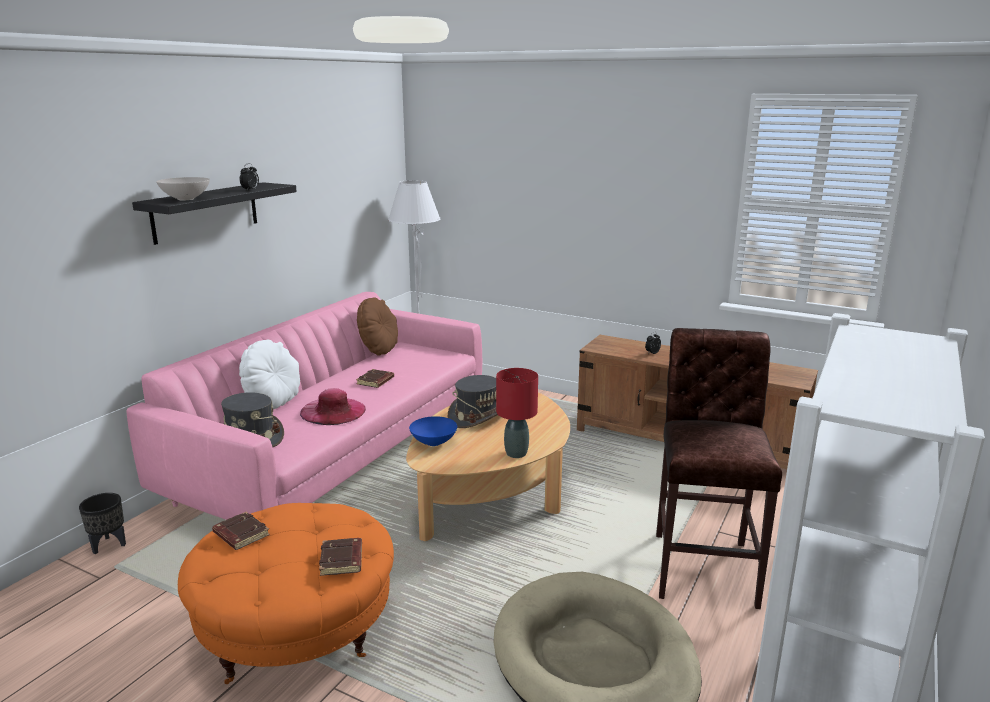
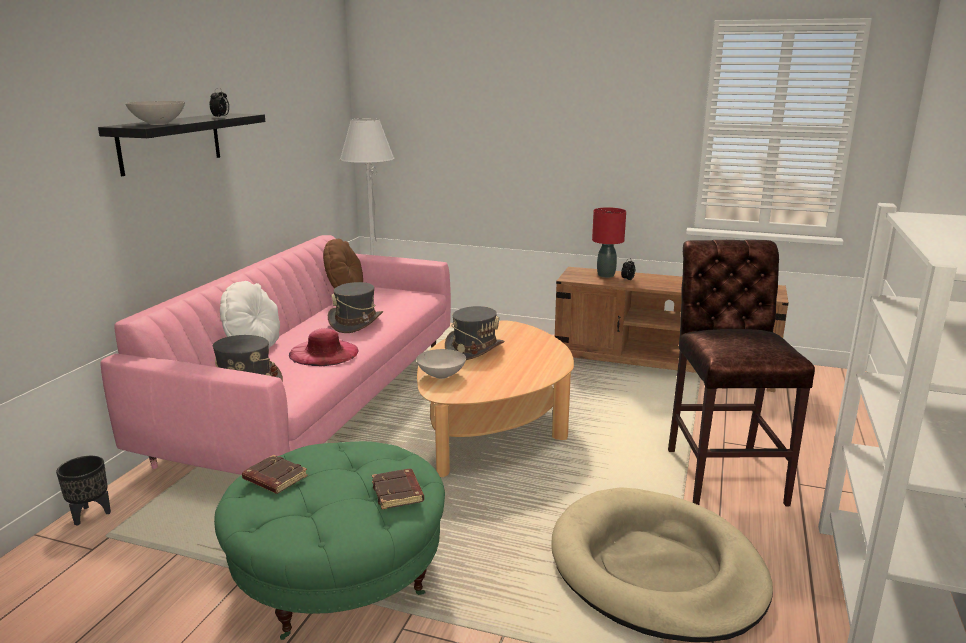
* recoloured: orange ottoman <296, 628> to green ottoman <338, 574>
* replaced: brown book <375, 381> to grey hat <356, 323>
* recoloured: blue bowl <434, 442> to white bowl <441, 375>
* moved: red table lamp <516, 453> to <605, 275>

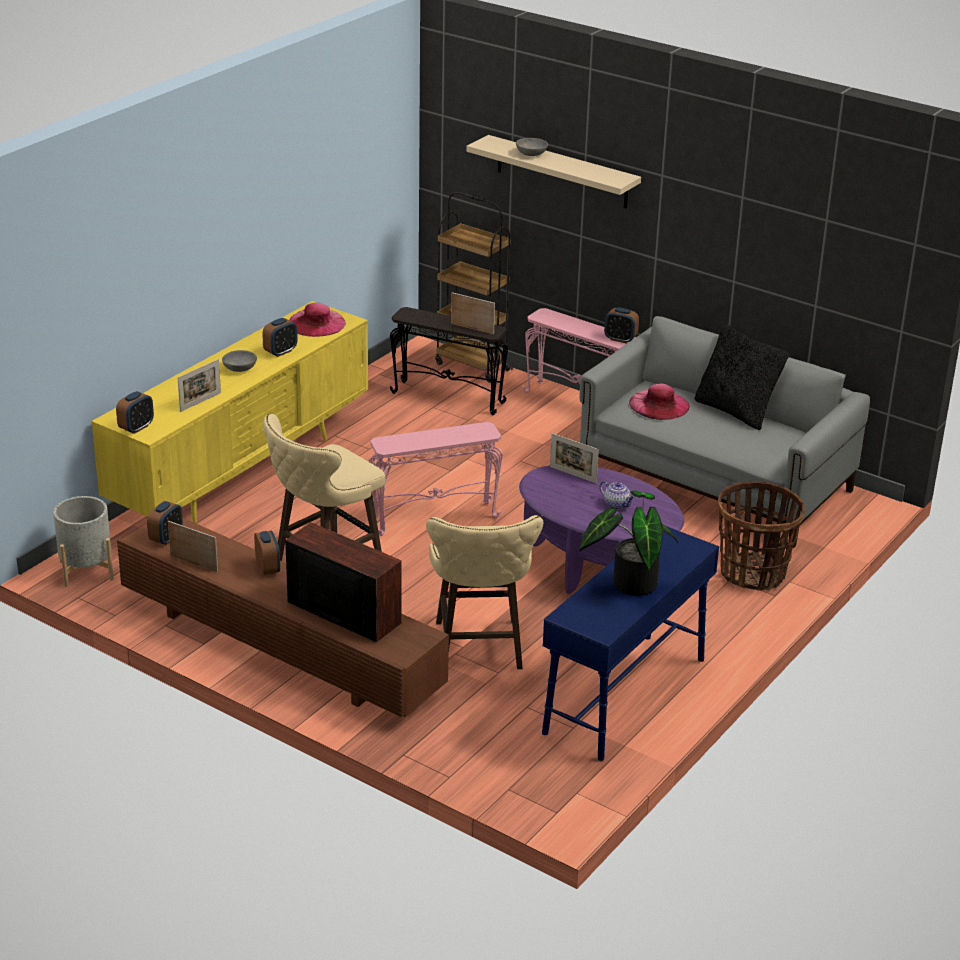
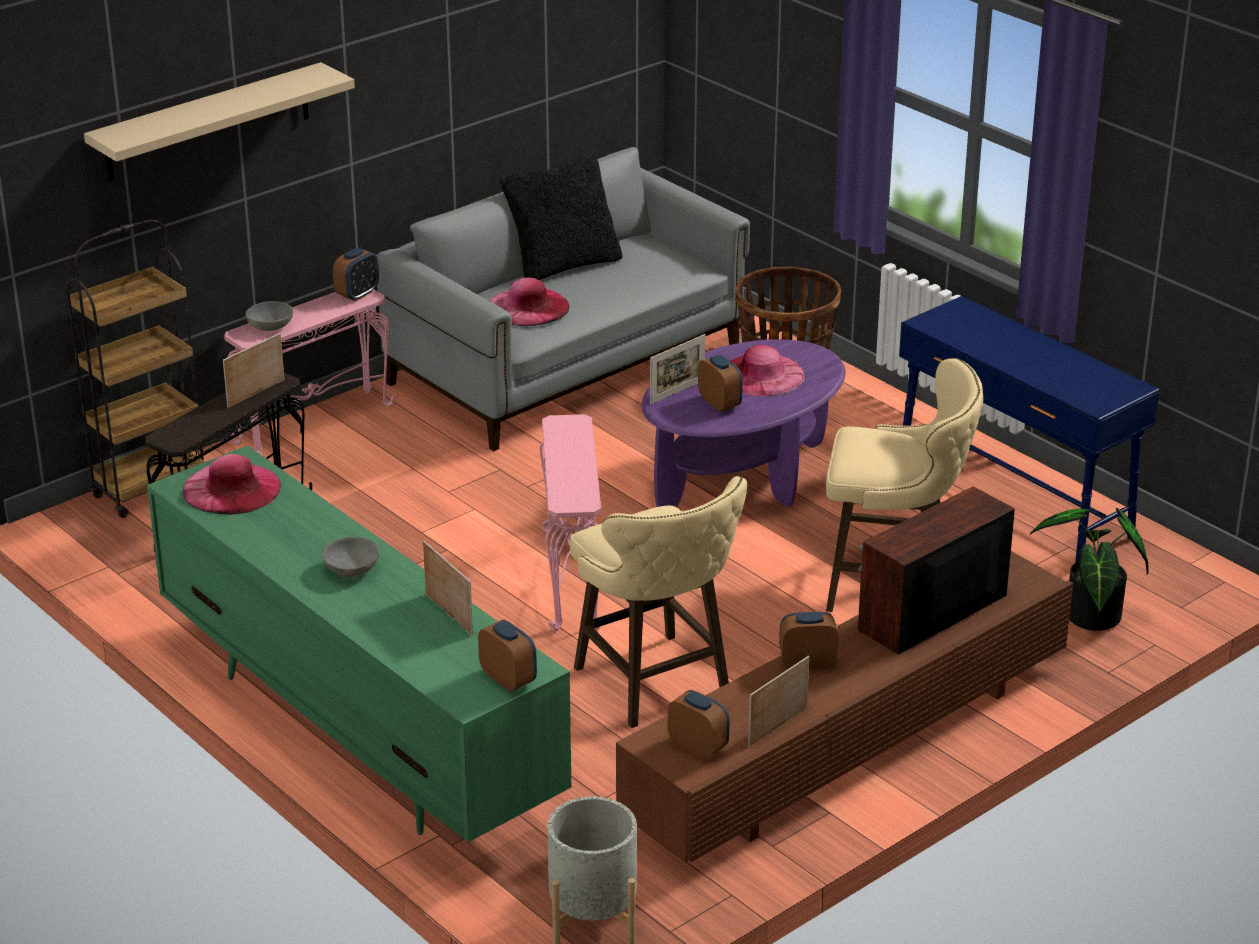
* recoloured: yellow cabinet <242, 471> to green cabinet <354, 735>
* moved: grey bowl <531, 154> to <270, 326>
* moved: alarm clock <280, 352> to <720, 404>
* replaced: teapot <617, 505> to pink hat <761, 375>
* moved: potted plant <629, 582> to <1089, 619>

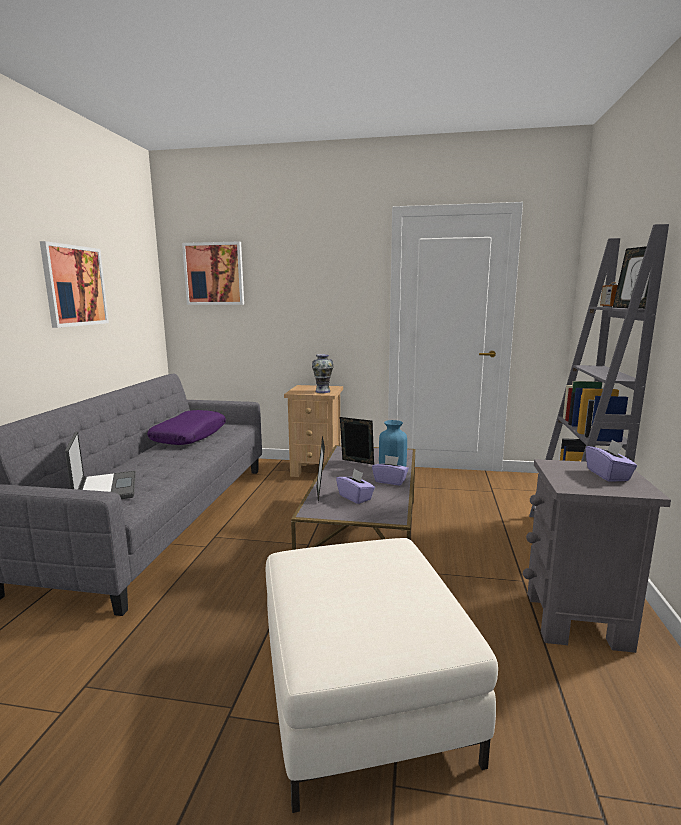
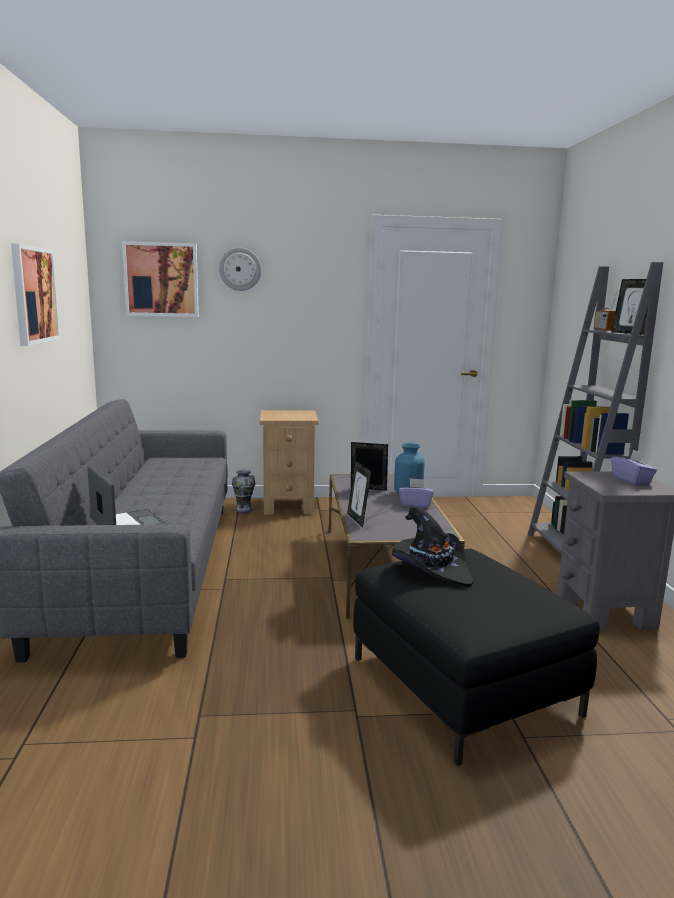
* added: wall clock <240, 269>
* moved: vase <322, 391> to <243, 510>
* recoloured: white ottoman <363, 695> to black ottoman <463, 686>
* added: black hat <431, 569>
* removed: purple pillow <189, 436>
* removed: purple tissue box <355, 497>

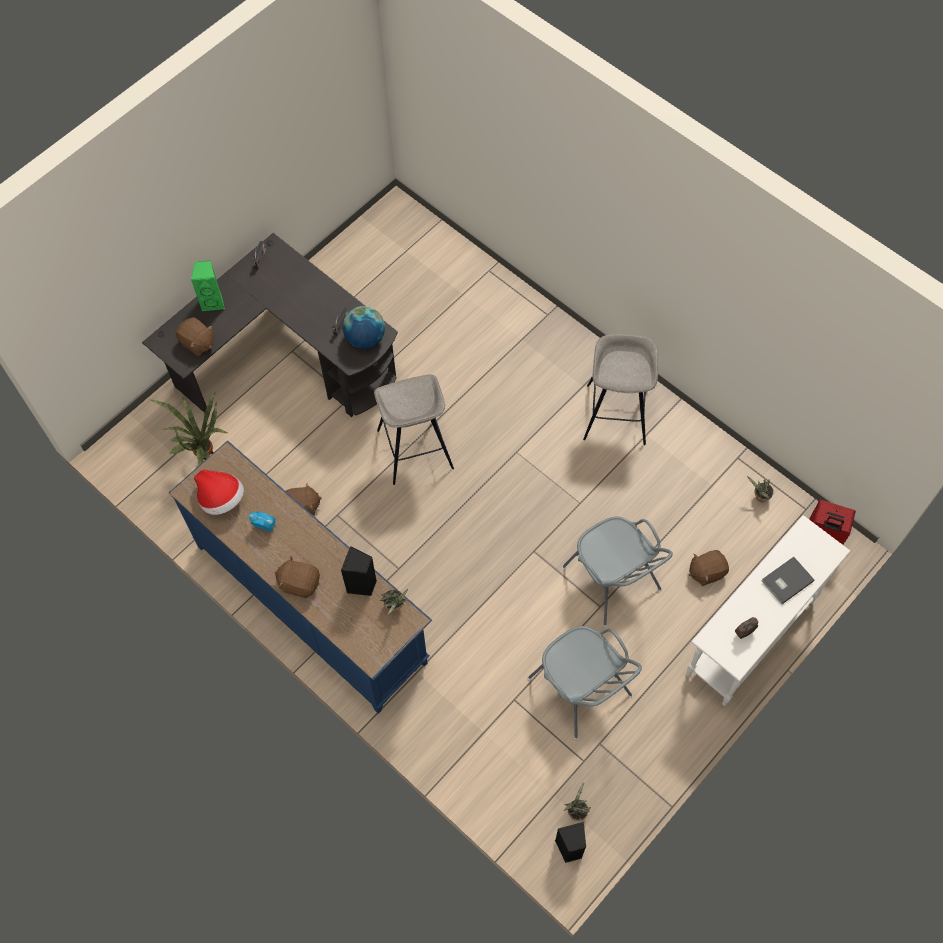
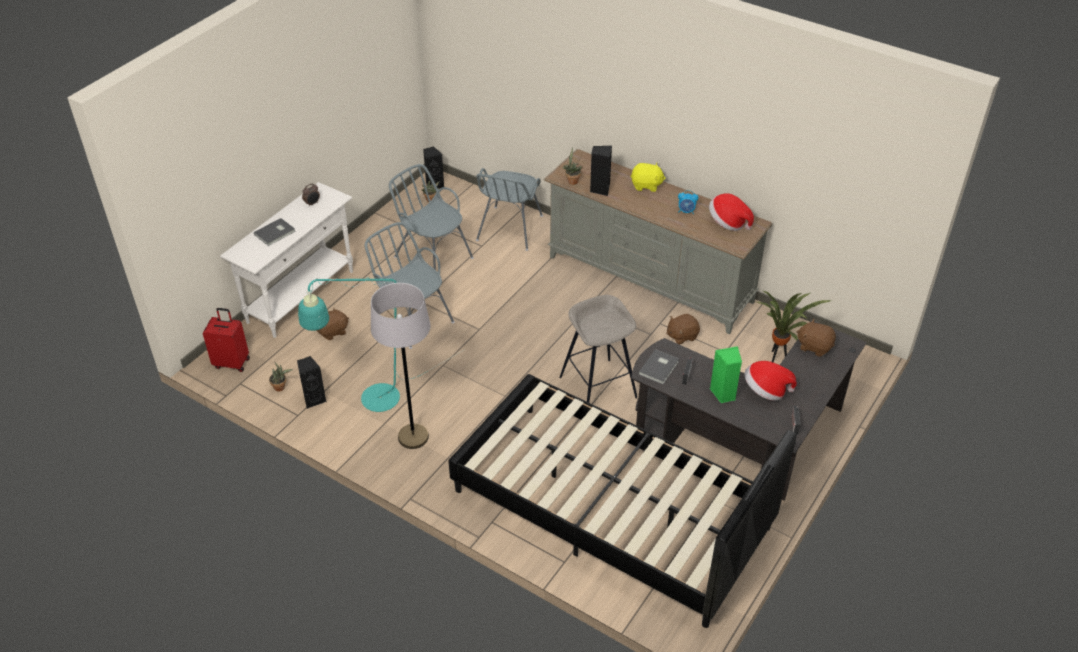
* added: black speaker <314, 399>
* added: turquoise floor lamp <371, 402>
* replaced: grey stool <616, 414> to grey floor lamp <413, 437>
* added: black bed <611, 510>
* added: grey chair <509, 230>
* recoloured: blue cabinet <312, 602> to grey cabinet <649, 280>
* recoloured: brown plush toy <299, 583> to yellow plush toy <646, 185>
* replaced: globe <365, 338> to grey book <660, 368>
* moved: green speaker <213, 301> to <723, 394>
* added: hat <766, 390>

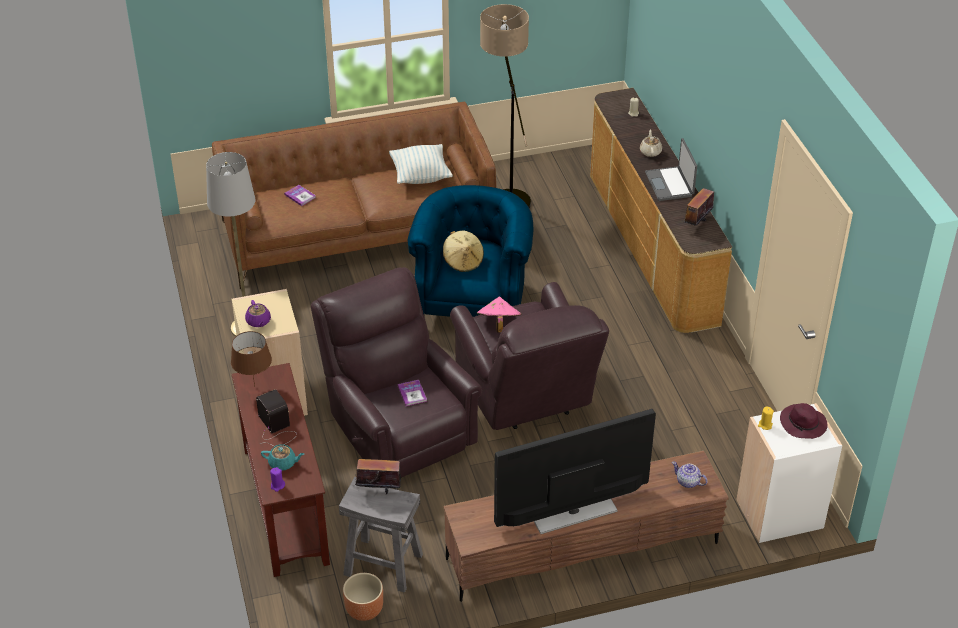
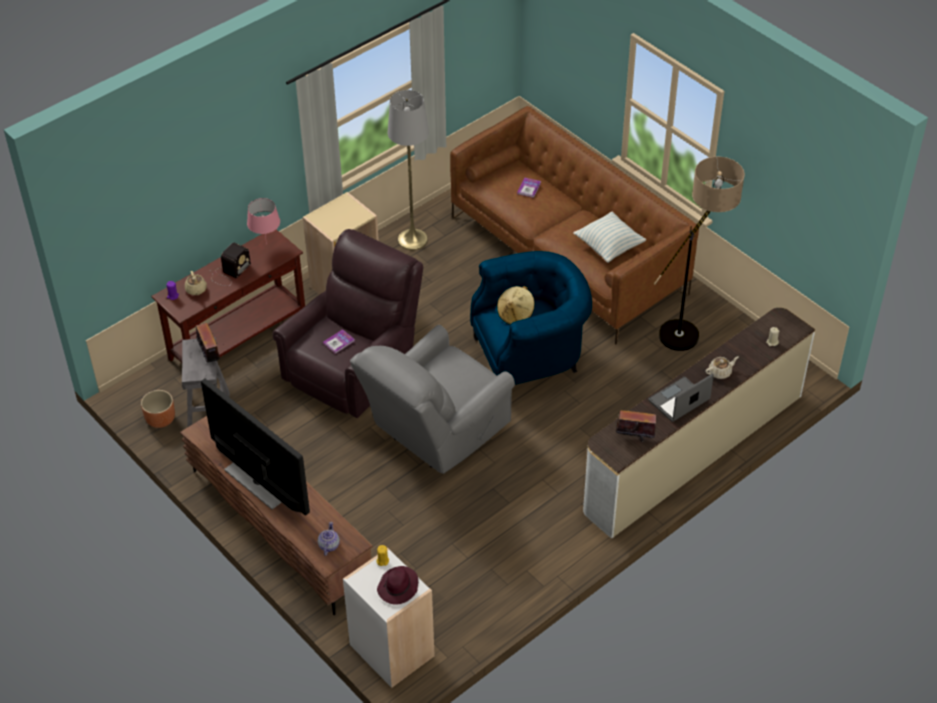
* recoloured: turquoise teapot <283, 463> to beige teapot <196, 290>
* recoloured: brown table lamp <254, 386> to pink table lamp <266, 244>
* recoloured: brown armchair <526, 397> to grey armchair <435, 433>
* recoloured: brown cabinet <650, 244> to white cabinet <692, 451>
* removed: purple teapot <258, 321>
* removed: pink hat <498, 324>

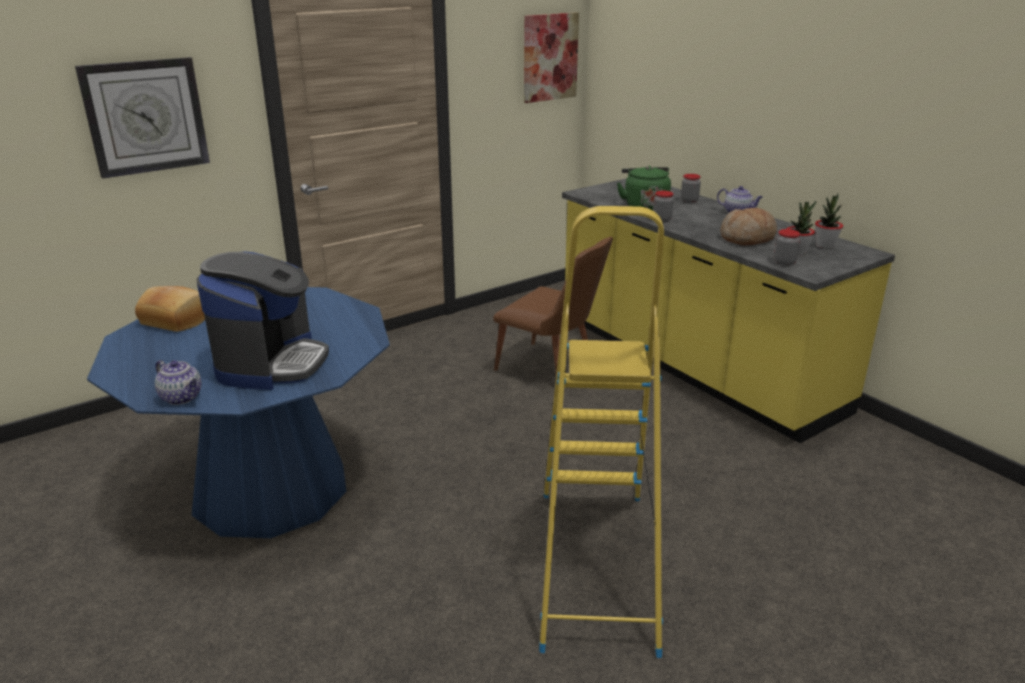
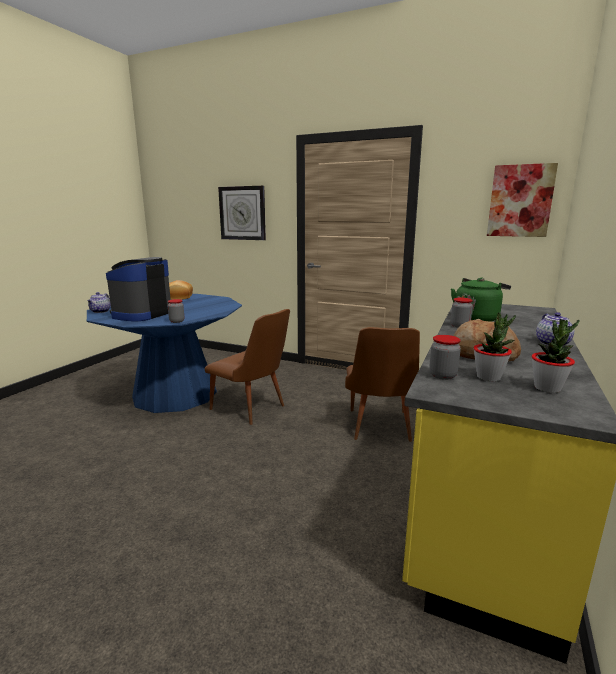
* turned: coffee machine <271, 363> = <141, 314> 135 degrees clockwise
* moved: jar <689, 201> to <177, 321>
* added: brown chair <252, 409>
* removed: yellow step ladder <594, 563>

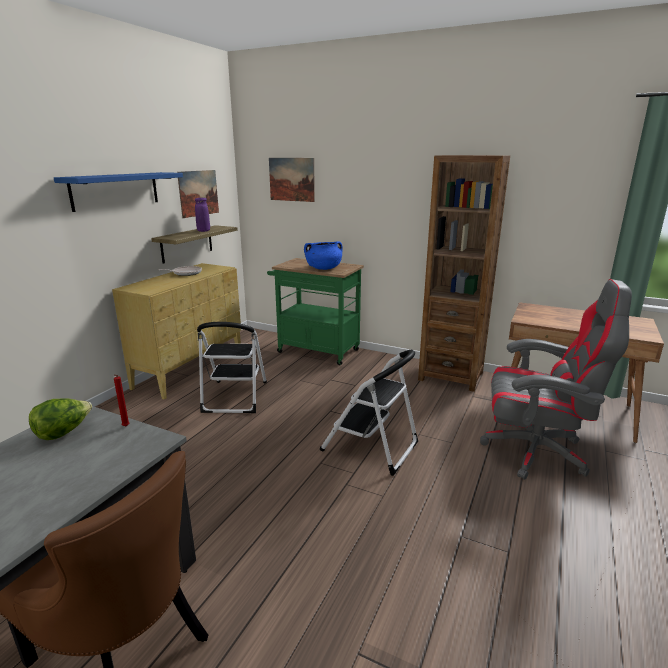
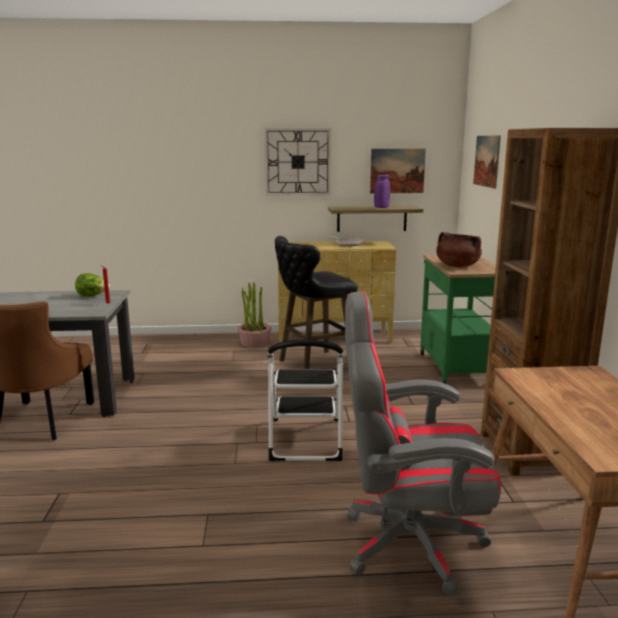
* added: potted plant <254, 343>
* replaced: blue shelf <116, 190> to wall clock <298, 162>
* replaced: step ladder <234, 398> to black stool <313, 365>
* turned: grey office chair <534, 451> = <412, 543> 105 degrees clockwise
* recoloured: blue cooking pot <323, 268> to brown cooking pot <457, 266>

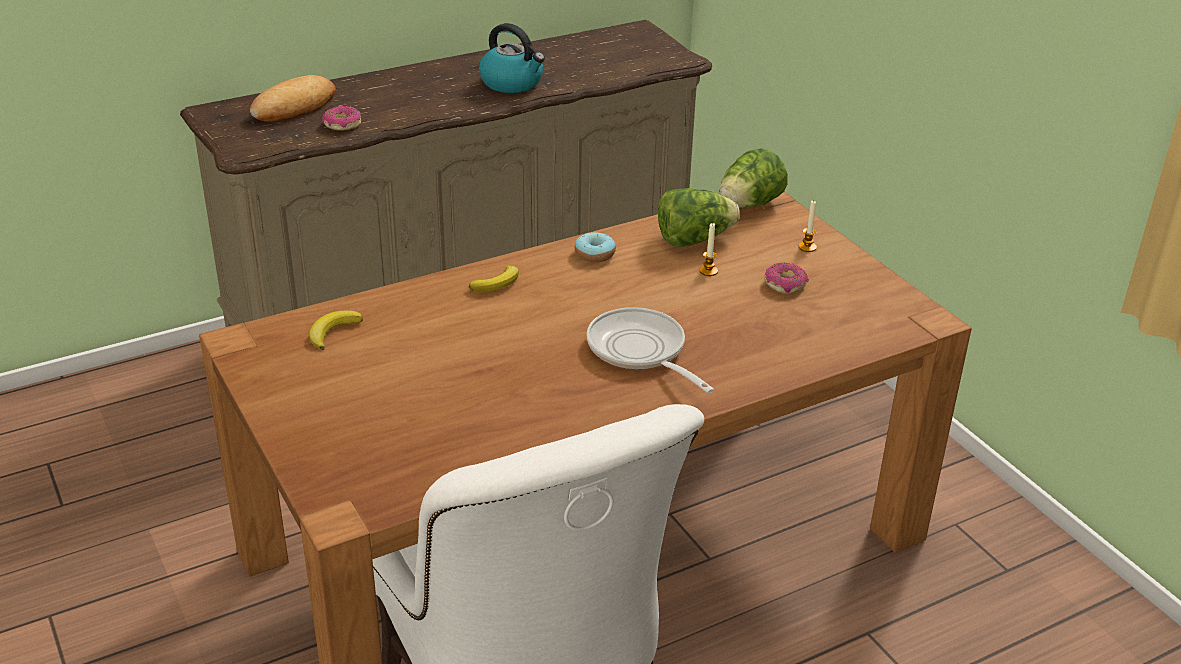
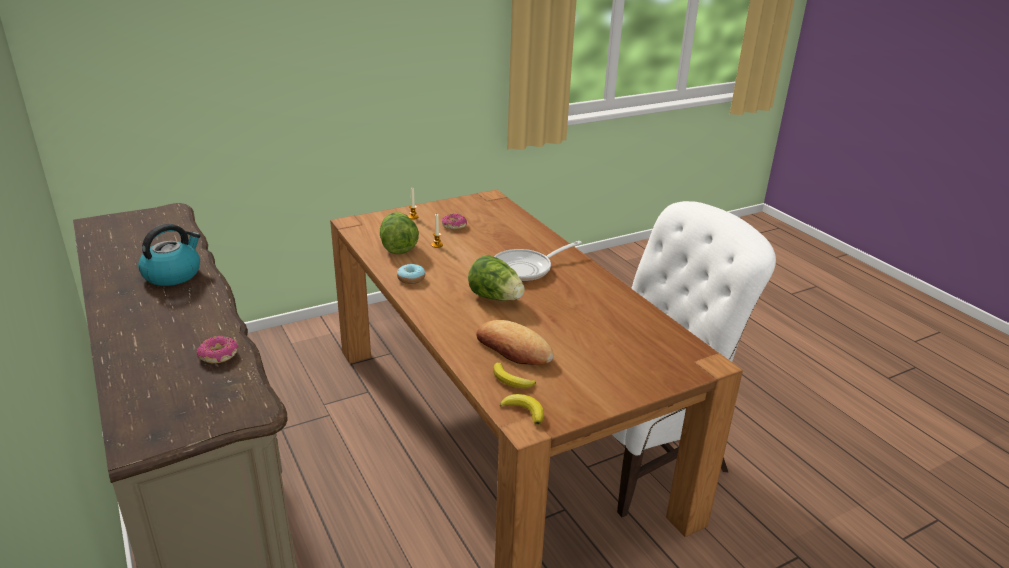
* moved: lettuce <749, 206> to <496, 298>
* moved: bread <294, 107> to <513, 349>
* moved: banana <497, 283> to <524, 411>

